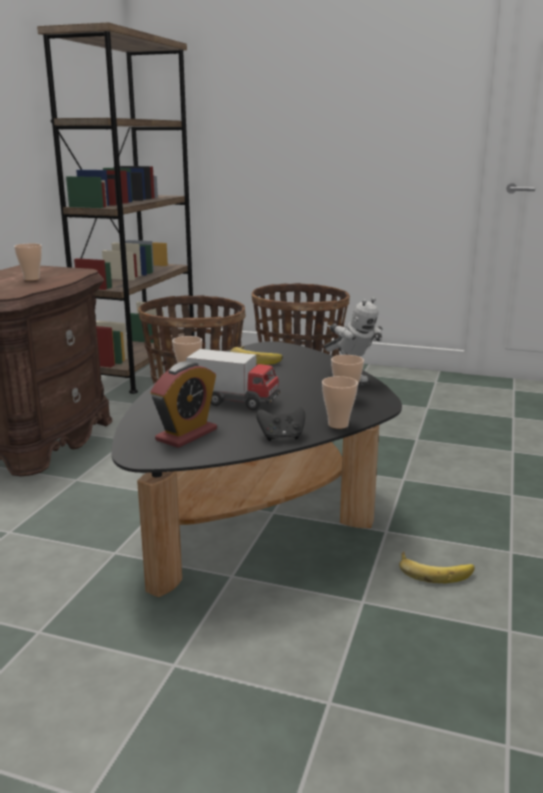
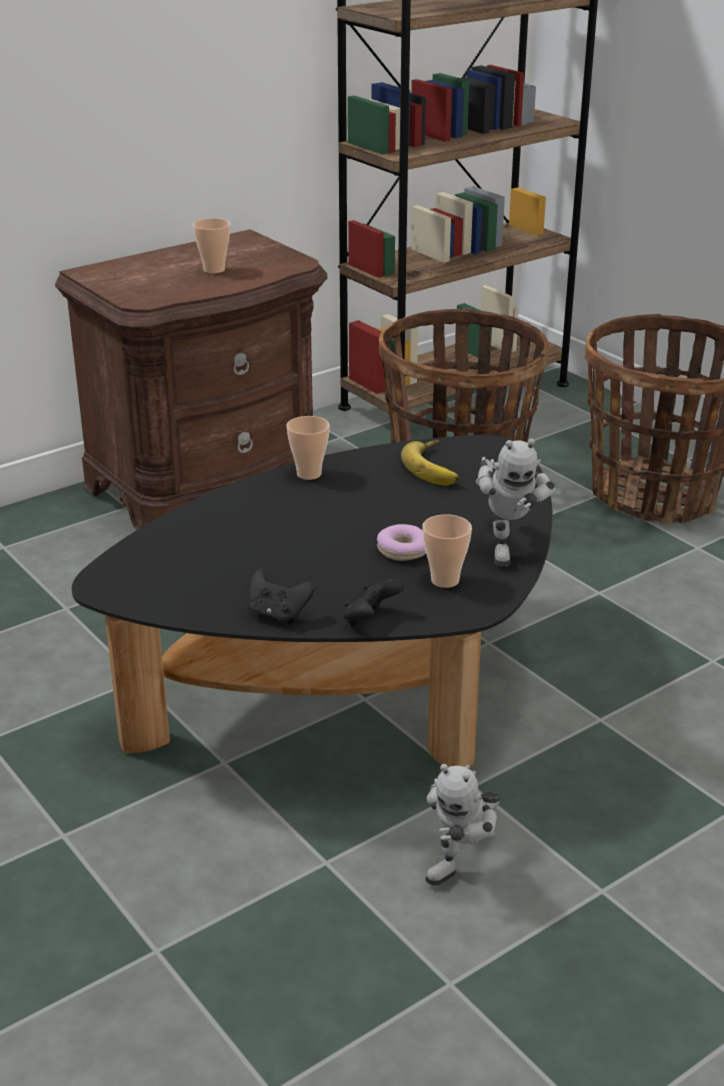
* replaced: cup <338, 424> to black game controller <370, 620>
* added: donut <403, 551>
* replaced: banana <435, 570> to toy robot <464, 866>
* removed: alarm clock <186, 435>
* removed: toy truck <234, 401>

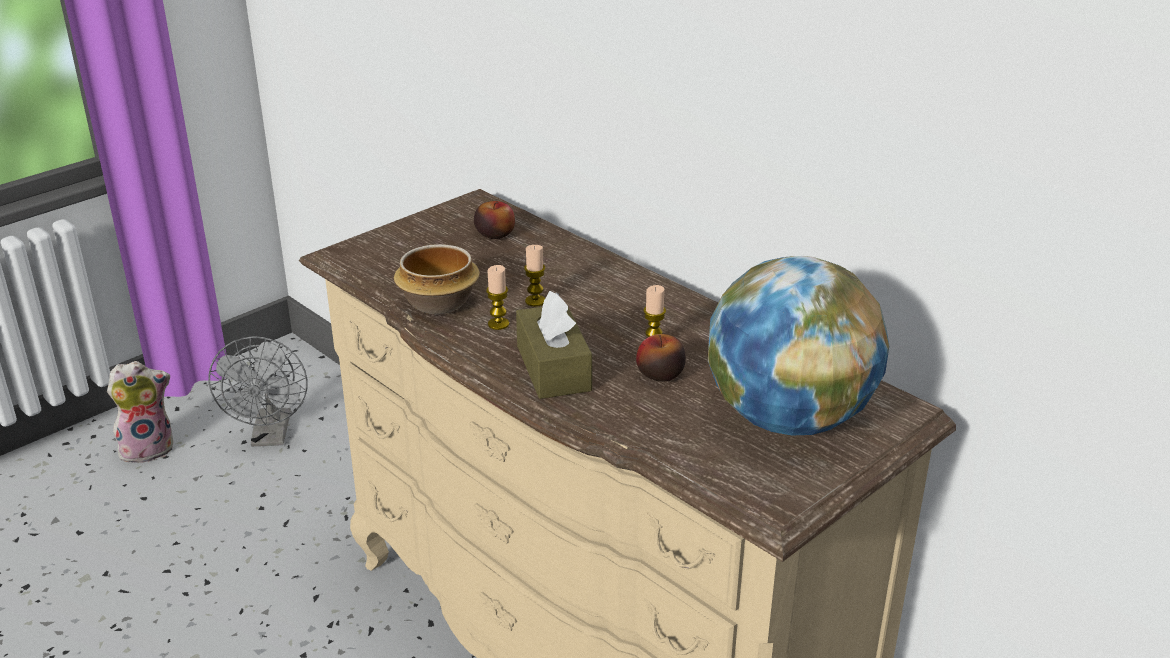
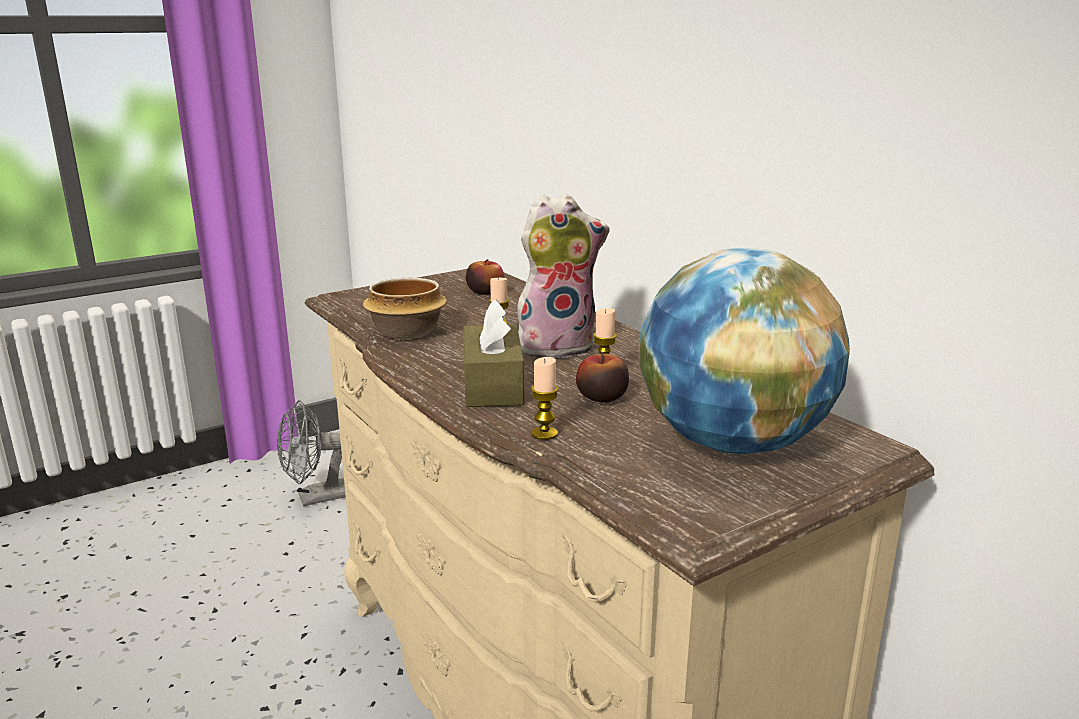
* turned: grey fan <271, 436> = <315, 498> 60 degrees clockwise
* moved: plush toy <148, 448> to <557, 346>
* moved: candle <498, 324> to <544, 434>

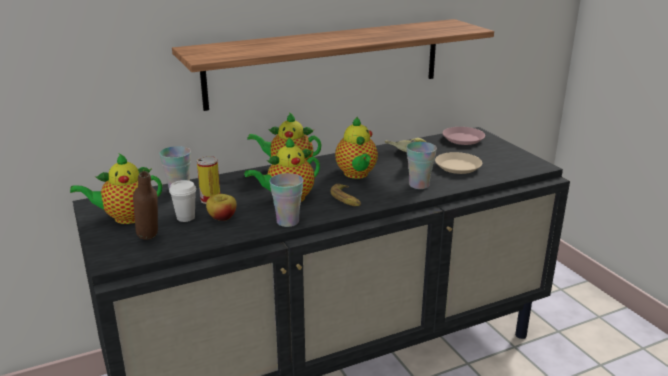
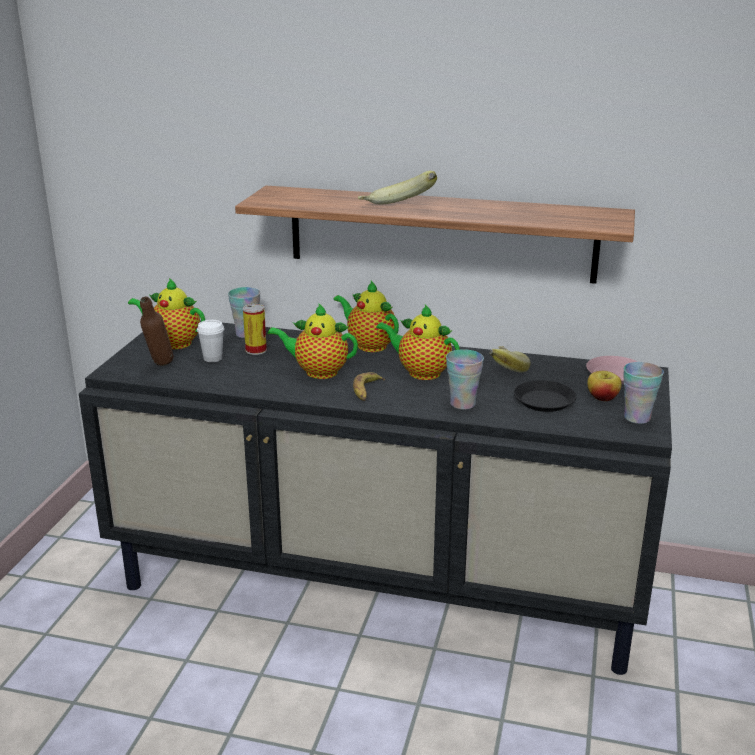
* added: banana <396, 208>
* turned: teapot <356, 174> = <420, 372> 90 degrees clockwise
* recoloured: beige plate <457, 166> to black plate <544, 401>
* moved: apple <222, 218> to <602, 398>
* moved: cup <287, 221> to <637, 418>

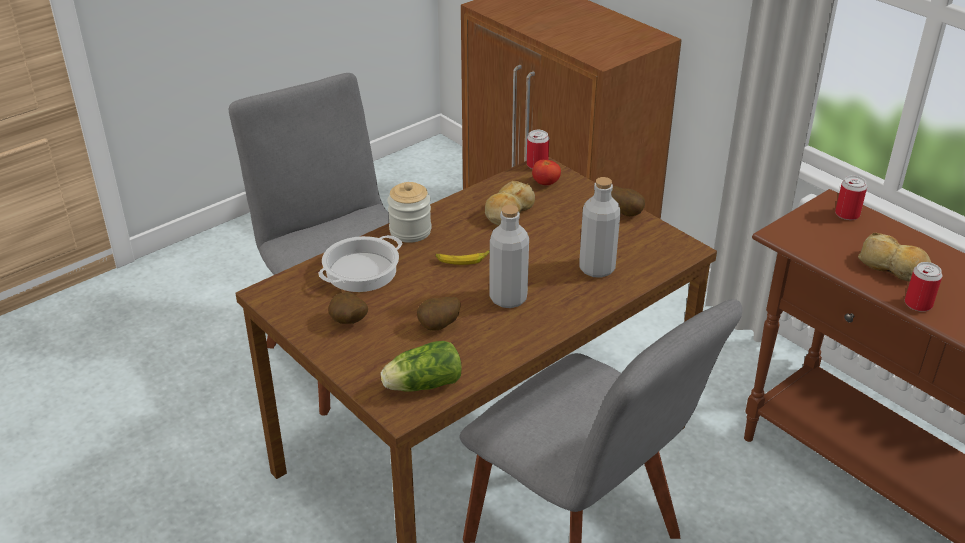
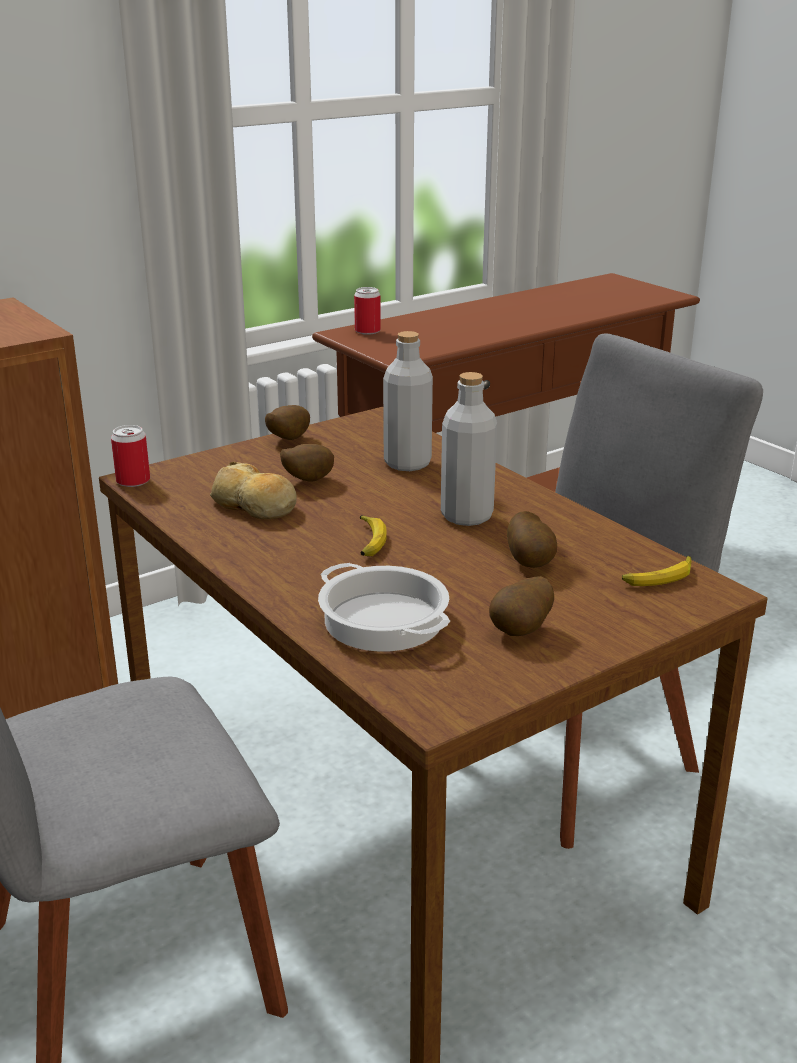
* added: potato <306, 480>
* replaced: lettuce <421, 385> to banana <659, 577>
* removed: jar <410, 231>
* removed: tomato <546, 183>
* removed: bread <893, 267>
* removed: can <918, 304>

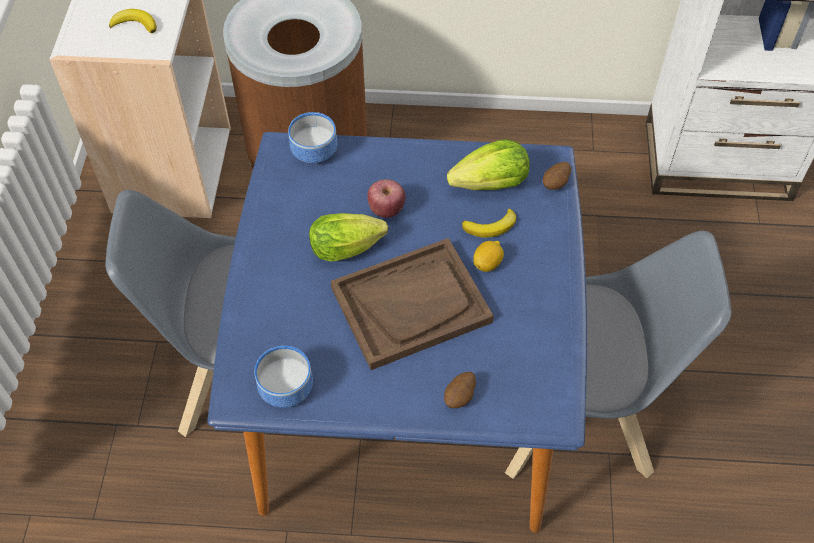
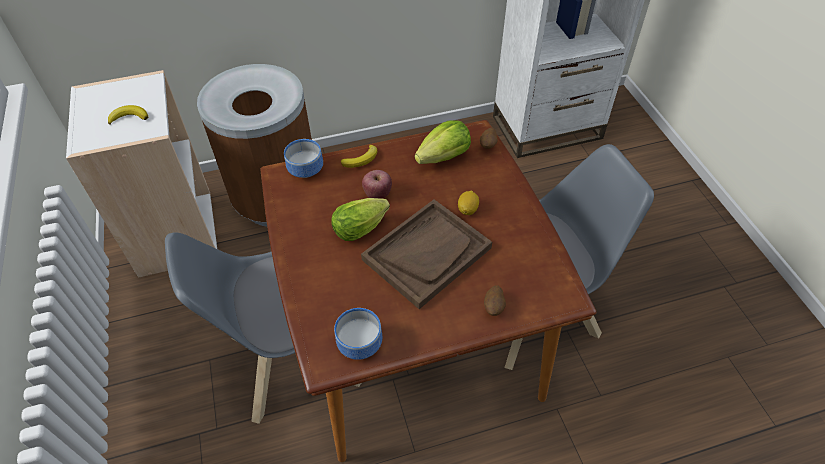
* recoloured: blue dining table <408, 395> to brown dining table <414, 336>
* moved: banana <491, 227> to <361, 159>

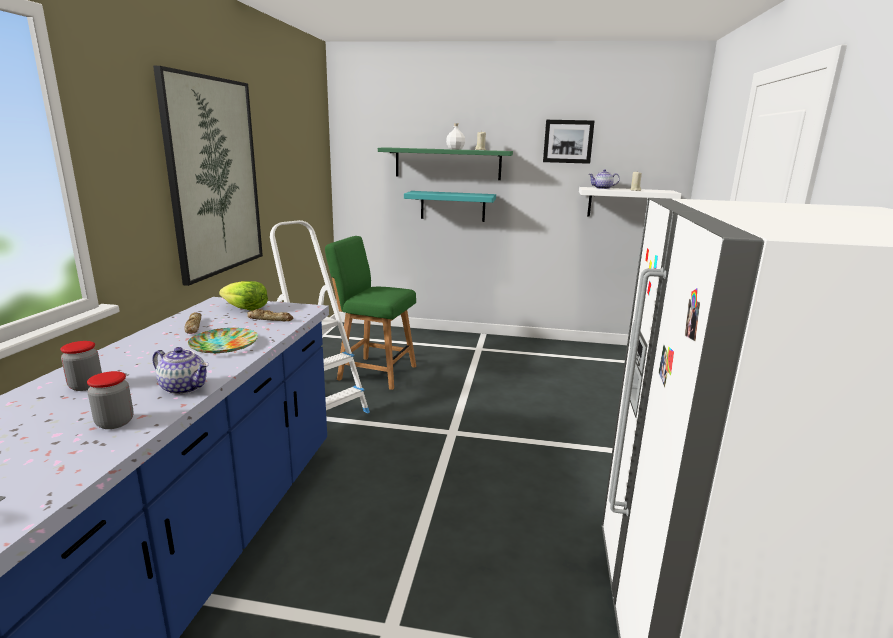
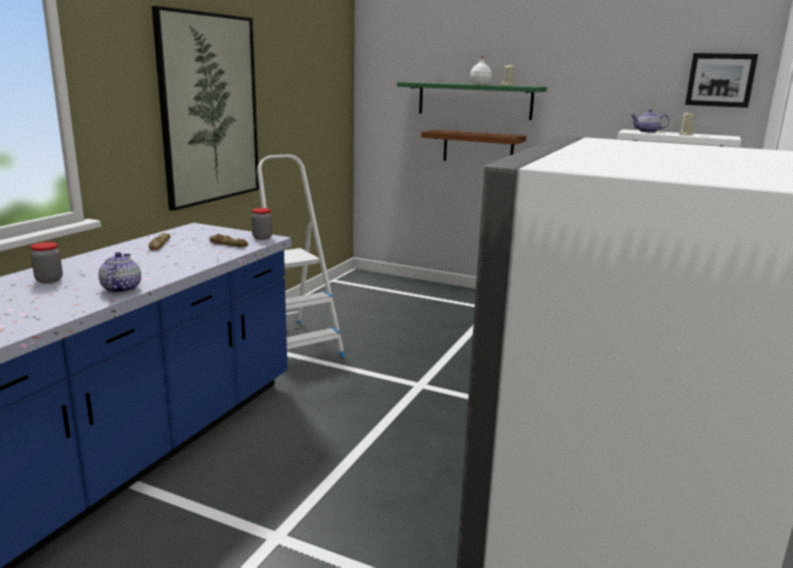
* turned: teapot <185, 388> = <121, 289> 135 degrees counterclockwise
* moved: jar <115, 422> to <262, 237>
* recoloured: turquoise shelf <452, 206> to brown shelf <478, 147>
* moved: picture <568, 141> to <720, 80>
* removed: plate <223, 345>
* removed: lettuce <246, 309>
* removed: green chair <374, 372>

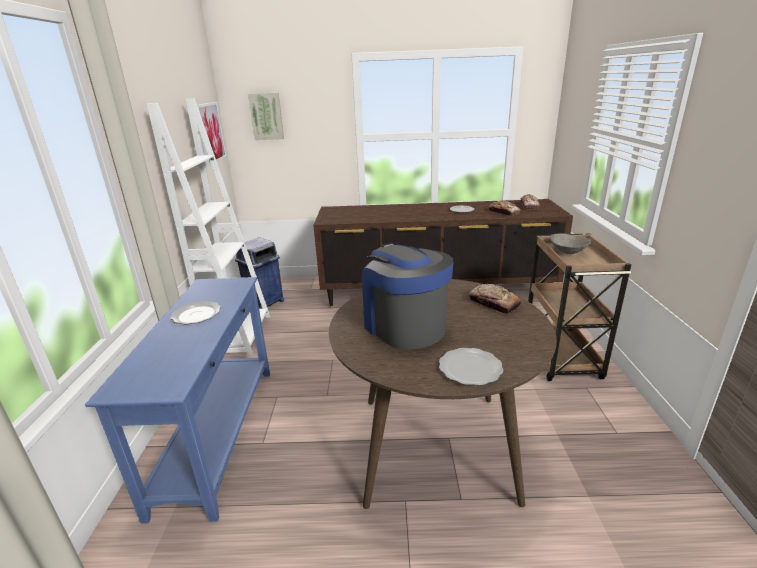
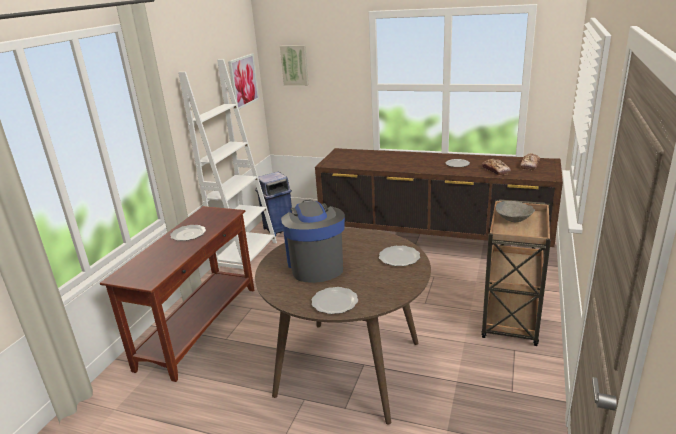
* recoloured: blue console table <217, 433> to brown console table <199, 326>
* replaced: bread <493, 303> to plate <398, 257>

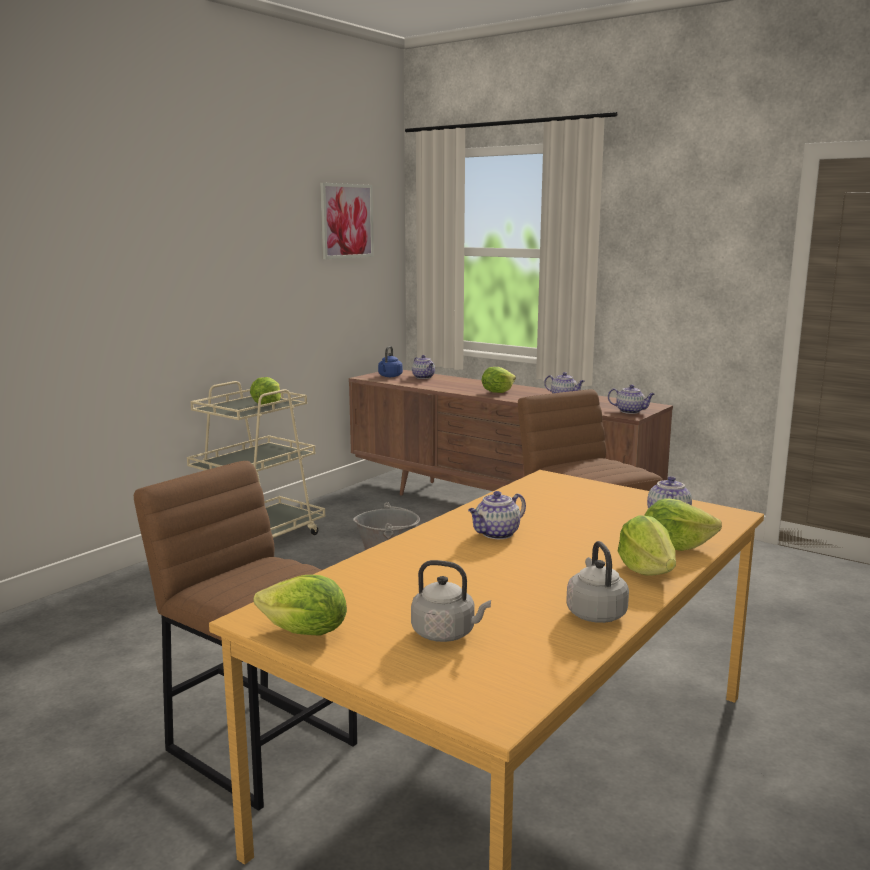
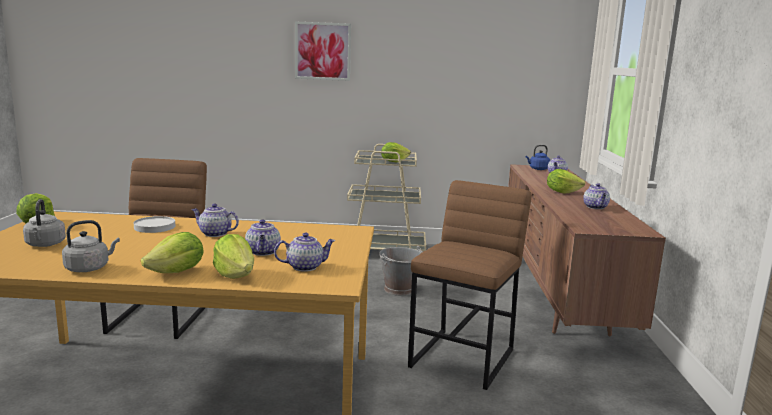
* added: white plate <155, 227>
* moved: teapot <630, 411> to <263, 252>
* moved: picture <346, 221> to <323, 51>

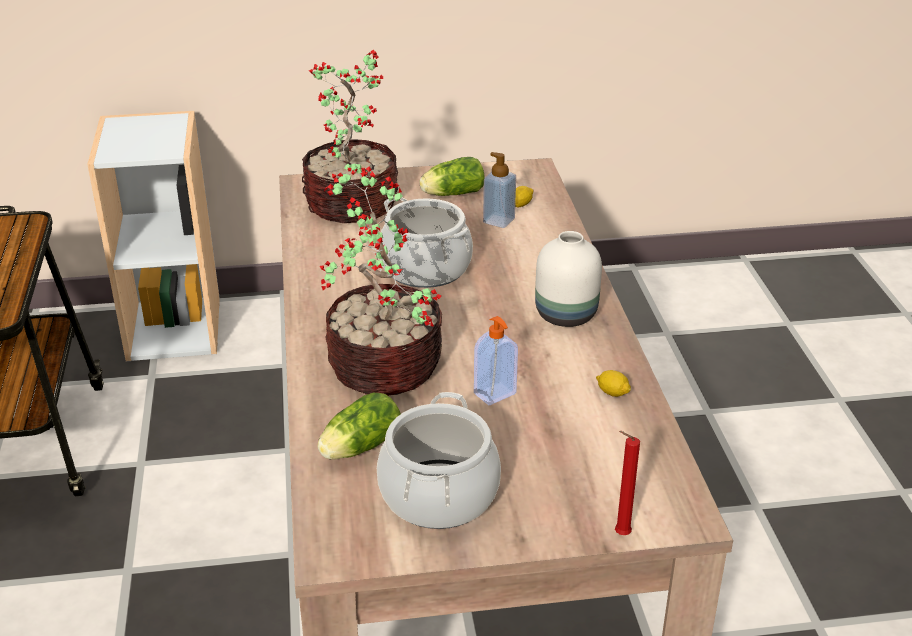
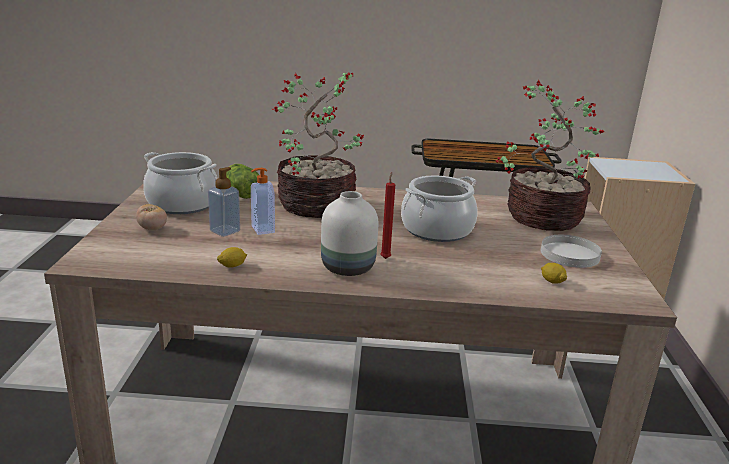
* added: tomato <152, 229>
* moved: soap dispenser <499, 221> to <225, 231>
* moved: red candle <619, 534> to <385, 258>
* replaced: lettuce <451, 194> to white plate <569, 254>

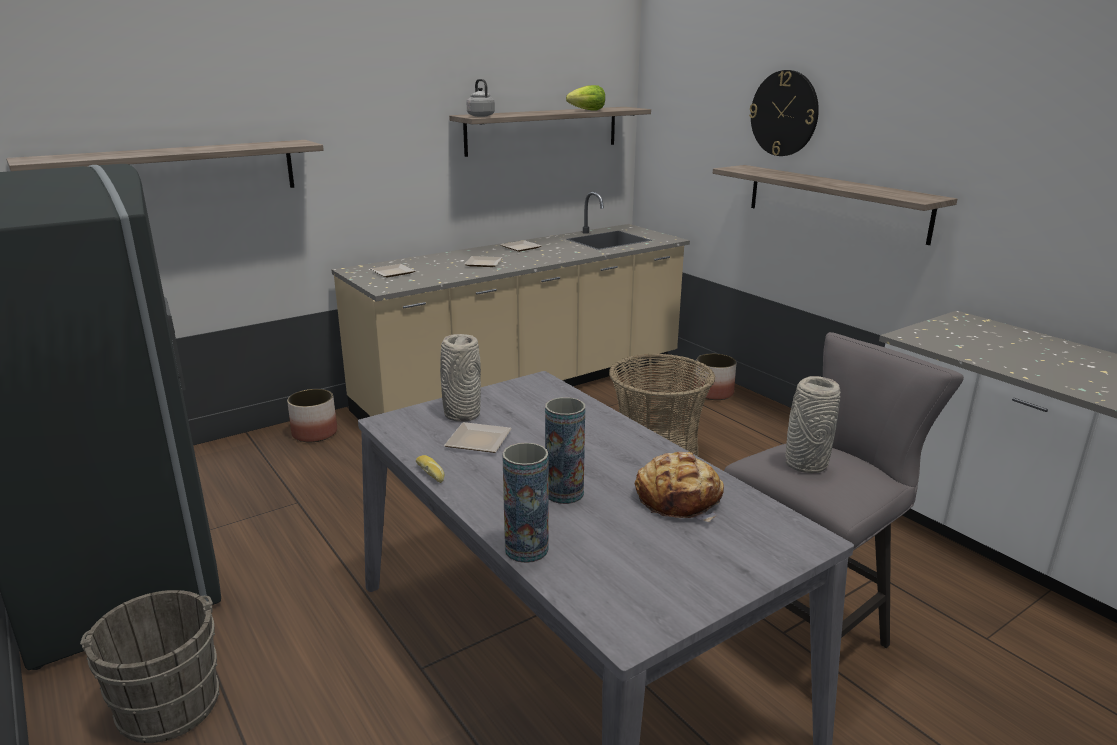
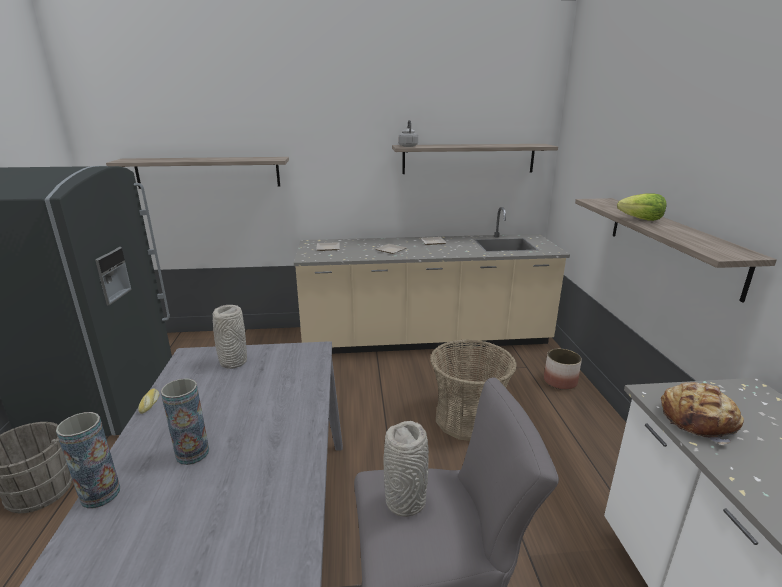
* moved: lettuce <588, 110> to <641, 219>
* moved: bread <679, 499> to <698, 420>
* removed: planter <314, 434>
* removed: plate <481, 440>
* removed: wall clock <784, 113>

